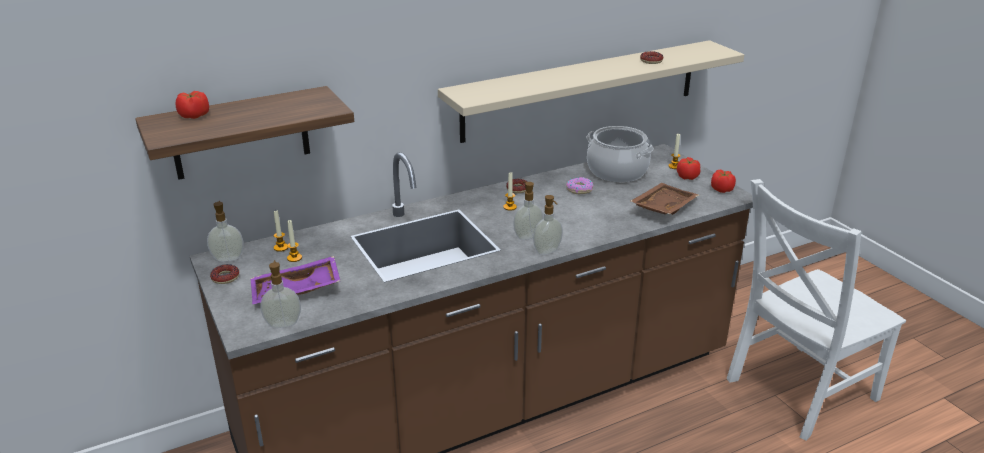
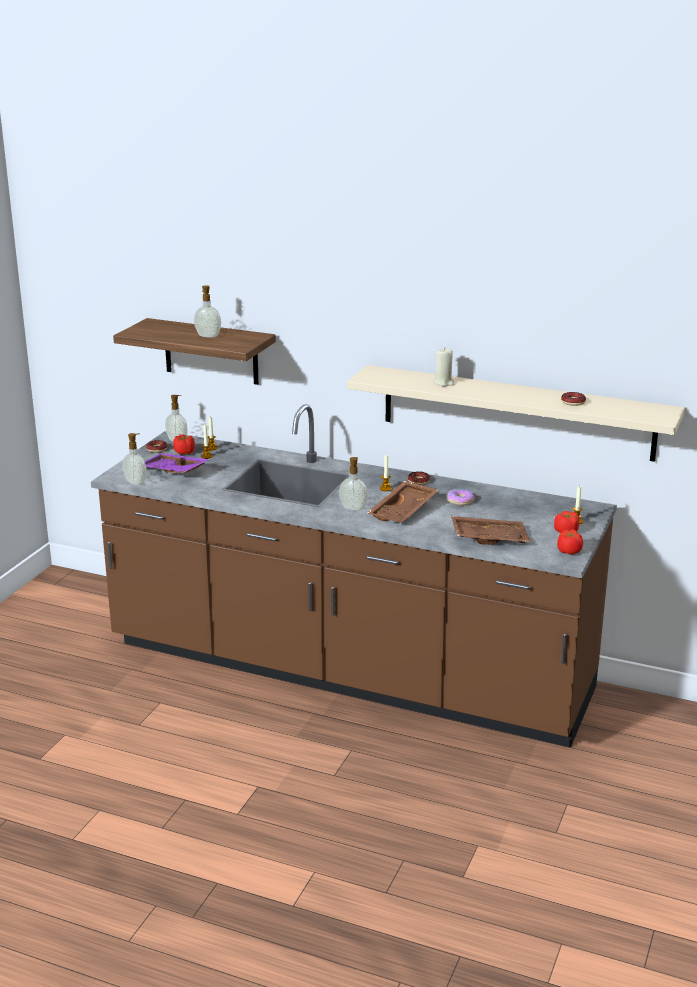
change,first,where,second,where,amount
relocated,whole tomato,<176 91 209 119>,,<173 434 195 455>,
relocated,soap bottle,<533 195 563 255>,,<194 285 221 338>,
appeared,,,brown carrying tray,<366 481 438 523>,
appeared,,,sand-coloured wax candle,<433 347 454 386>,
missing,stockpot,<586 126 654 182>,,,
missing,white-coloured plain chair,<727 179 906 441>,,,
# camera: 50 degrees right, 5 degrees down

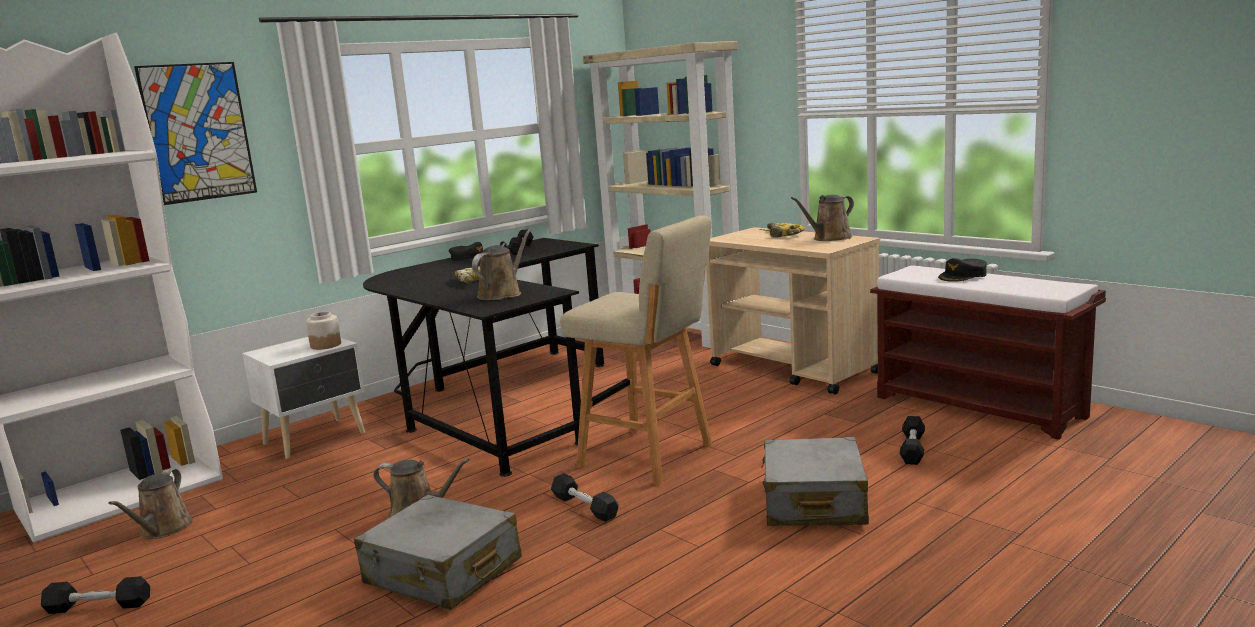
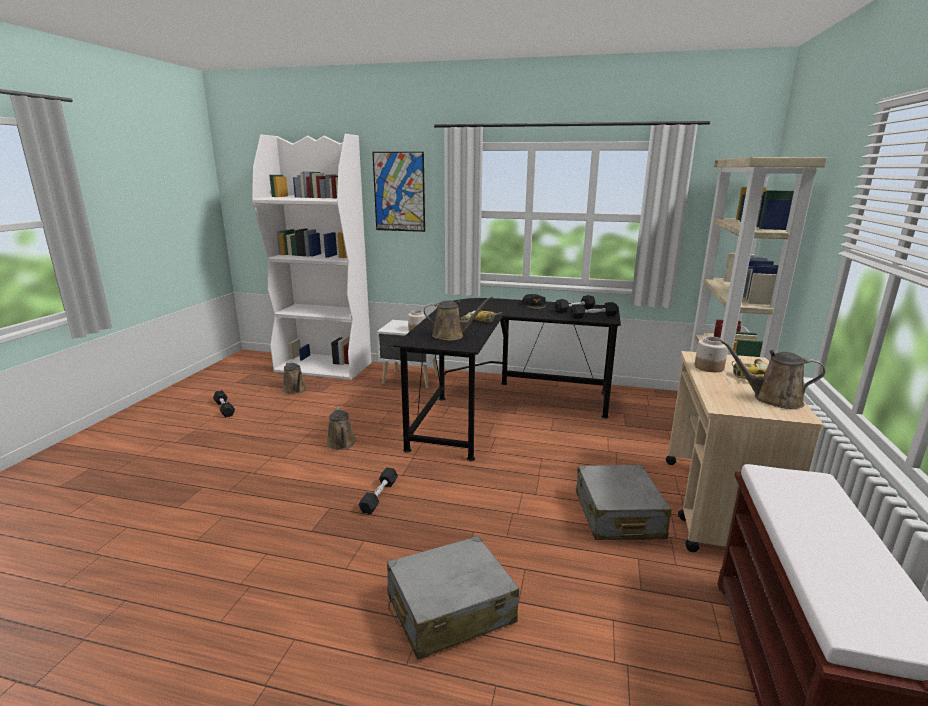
change,first,where,second,where,amount
spun,brown sprinkling can,<108 469 193 539>,,<282 362 307 394>,90 degrees counterclockwise
relocated,blackish free weight,<900 416 925 465>,,<570 302 618 319>,
relocated,greyish suitcase,<354 495 522 610>,,<576 464 672 540>,
appeared,,,storage jar,<695 336 728 372>,
missing,sand-coloured stool seat,<560 215 712 485>,,,
missing,blackish peaked cap,<938 258 987 282>,,,
# camera: 55 degrees right, 5 degrees up

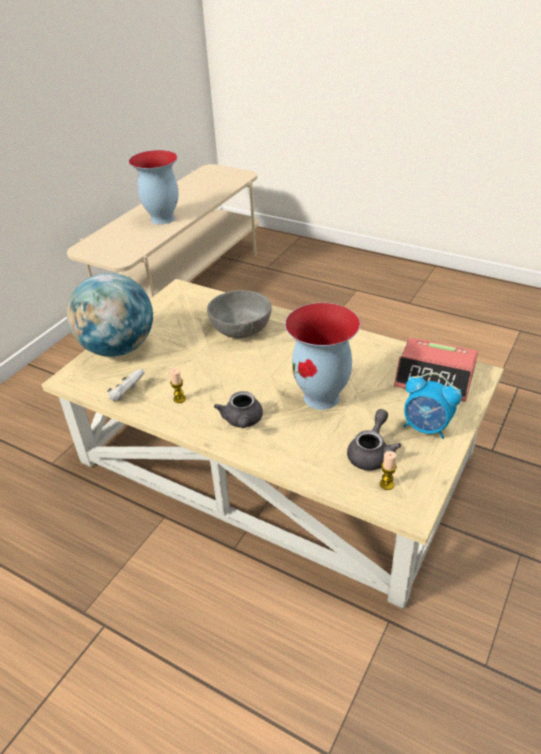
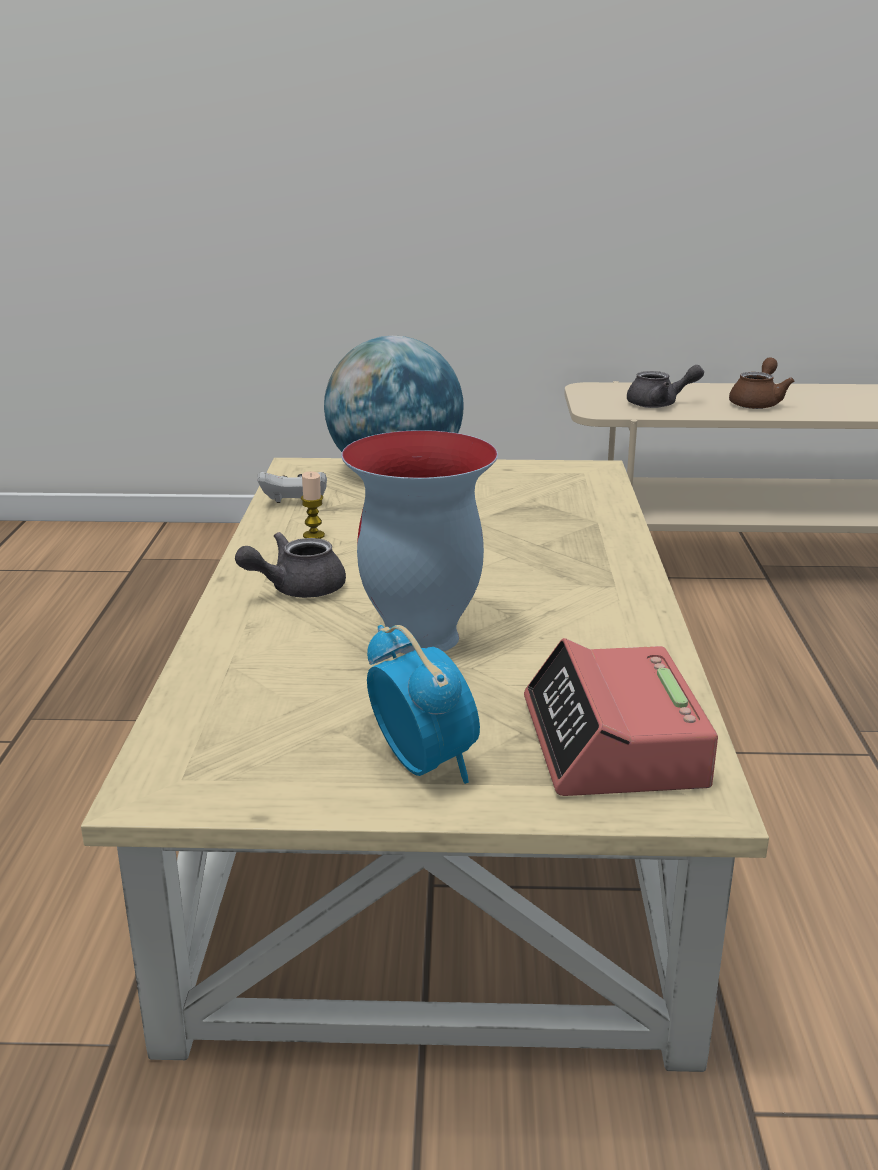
change,first,where,second,where,amount
spun,table clock,<403 373 462 439>,,<367 625 480 784>,150 degrees clockwise
relocated,greyish teapot,<347 409 401 471>,,<627 365 704 408>,
exchanged,decorative vase,<129 150 179 224>,brown teapot,<729 357 795 409>,
missing,greyish deep dish,<207 290 271 338>,,,
missing,wax candle,<380 451 397 490>,,,
# camera: 60 degrees right, 15 degrees down

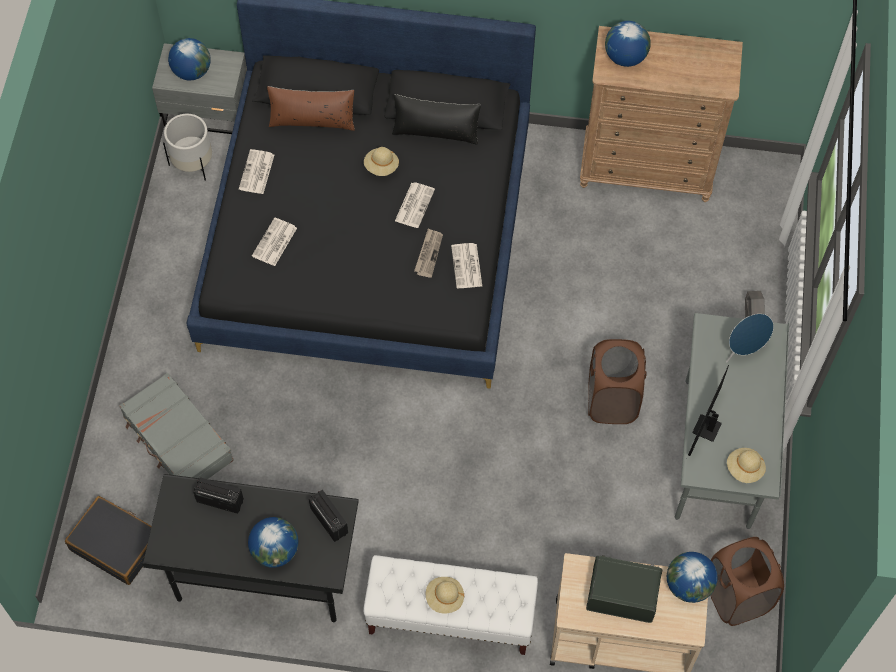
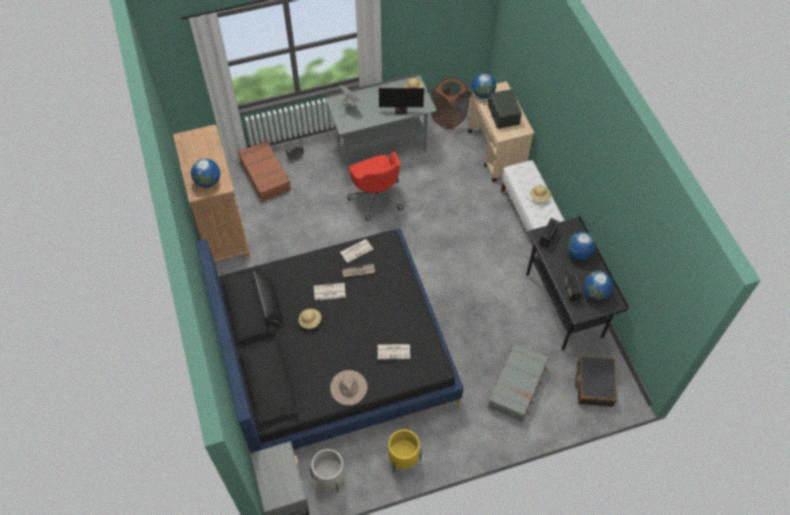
change,first,where,second,where,amount
appeared,,,brown suitcase,<238 140 291 202>,
exchanged,daily paper,<239 149 274 194>,sand-coloured clothing hat,<330 370 367 405>,
exchanged,brown hamper,<588 339 647 424>,red-coloured office chair,<347 152 403 221>,
appeared,,,yellowish planter,<388 429 422 472>,
relocated,globe,<168 38 211 80>,,<583 271 613 300>,
missing,brown throw pillow,<267 86 355 131>,,,
# camera: 115 degrees left, 5 degrees down

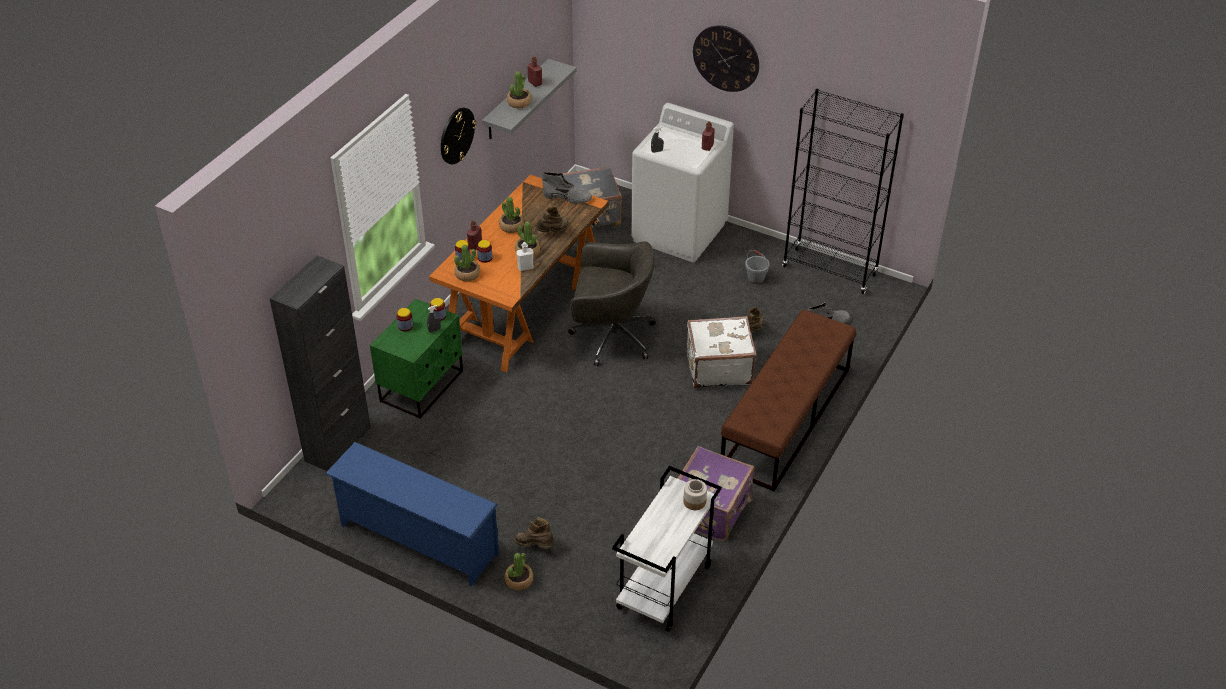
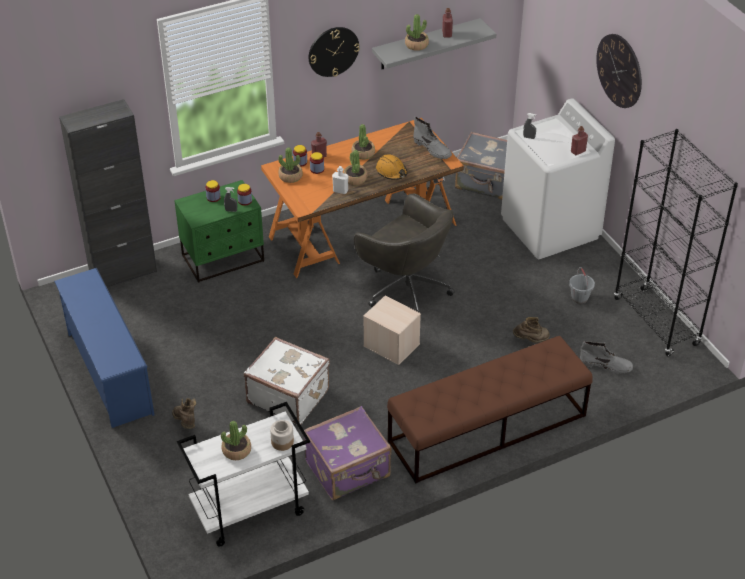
change,first,where,second,where,amount
relocated,plant in a pot,<505 553 533 590>,,<221 421 251 460>,
relocated,white-coloured suitcase,<687 316 757 388>,,<244 337 330 425>,
appeared,,,sand-coloured storage bin,<363 295 421 365>,
exchanged,brown tall boot,<535 206 569 233>,orange work helmet,<376 154 408 180>,
# camera: 35 degrees right, 0 degrees up

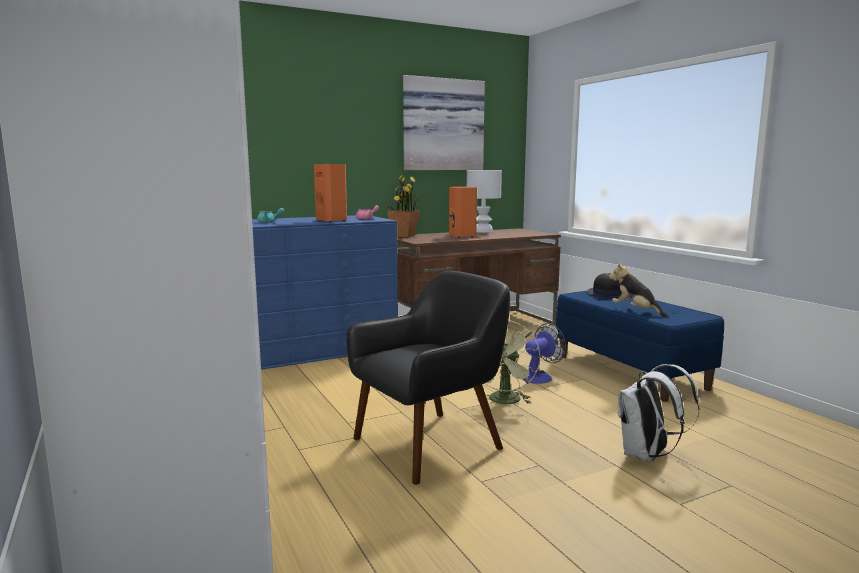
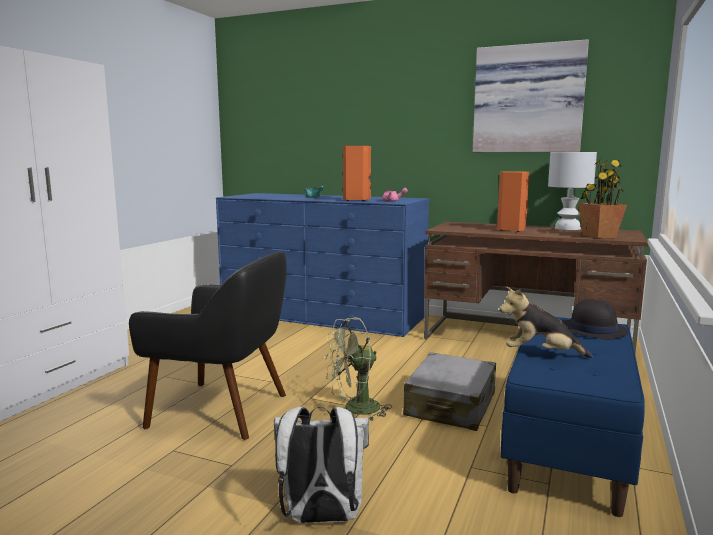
change,first,where,second,where,amount
exchanged,fan,<522 323 566 384>,greyish suitcase,<403 352 496 431>,
spun,cuddly toy,<609 262 668 318>,,<499 286 593 358>,90 degrees counterclockwise
relocated,plant in a pot,<387 175 420 238>,,<578 157 627 239>,
# camera: 50 degrees right, 0 degrees up

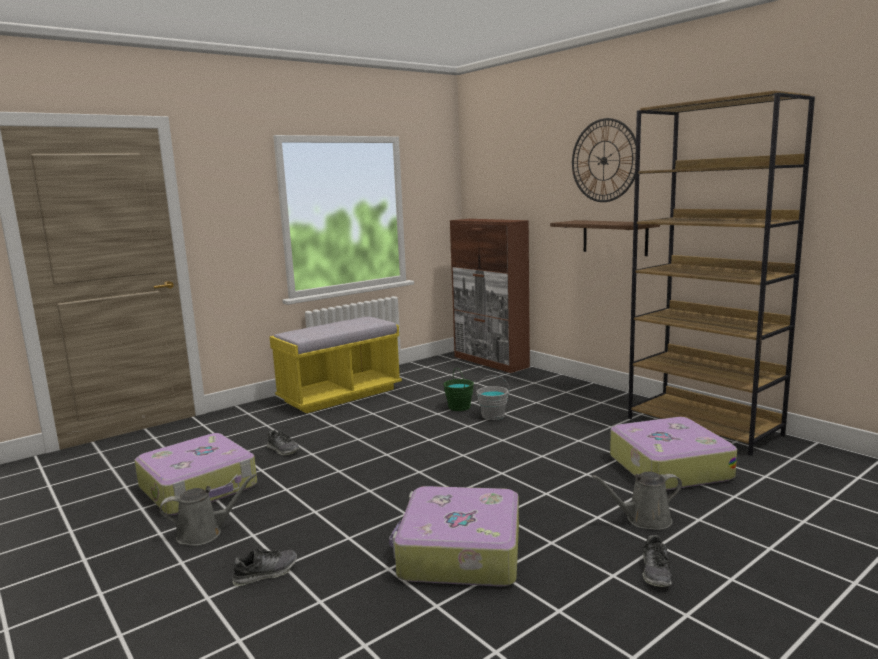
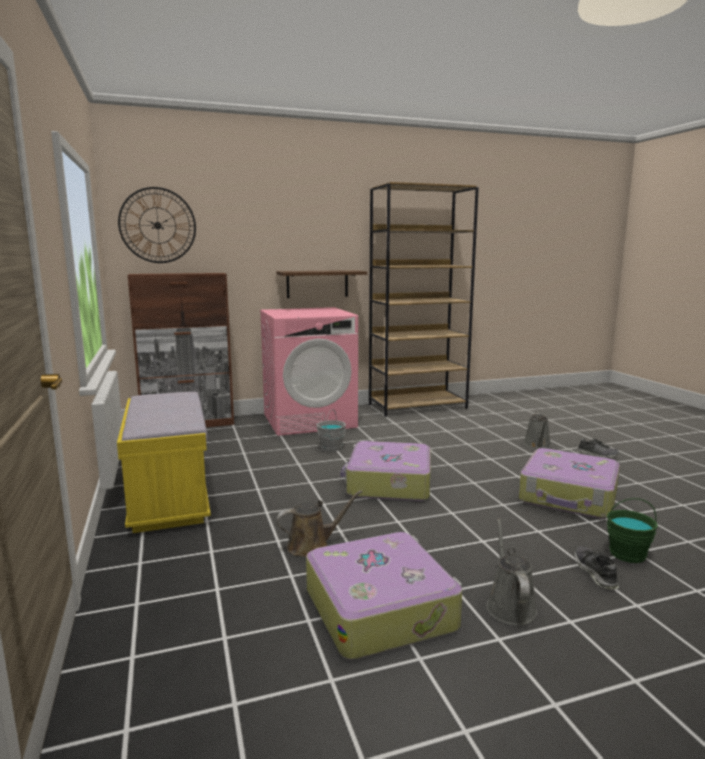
change,first,where,second,where,amount
relocated,clock on the wall,<572 118 636 202>,,<118 187 196 263>,
appeared,,,pinkish laundry machine,<260 307 358 436>,
exchanged,item of footwear,<267 430 299 455>,brown sprinkling can,<276 490 362 557>,
relocated,suitcase,<610 417 737 490>,,<340 441 430 501>,
relocated,green bucket,<443 368 474 411>,,<607 498 658 563>,
# camera: 70 degrees left, 0 degrees up

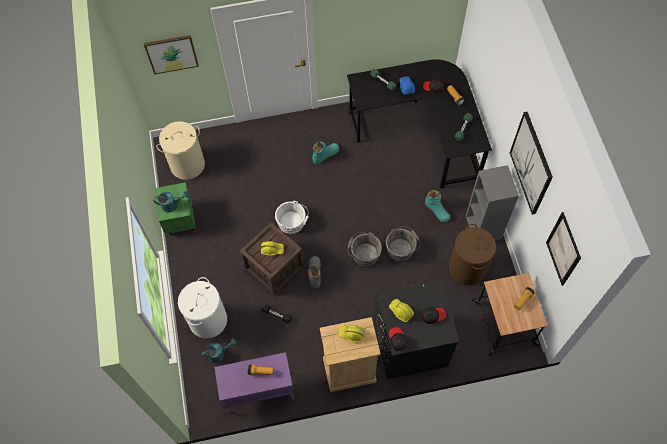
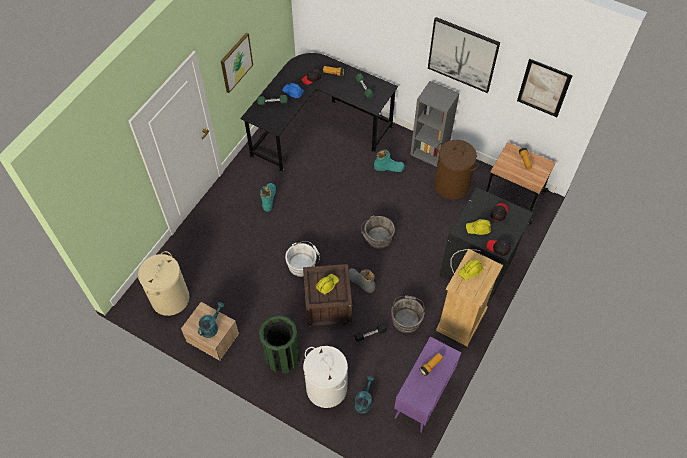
change,first,where,second,where,amount
colour,green nightstand,<155 182 196 236>,sand-coloured nightstand,<181 302 239 361>,
relocated,wall art,<144 35 199 75>,,<221 32 253 93>,
appeared,,,green trash can,<259 315 299 374>,
relocated,greyish bucket,<386 226 420 262>,,<391 295 425 333>,
# camera: 50 degrees left, 5 degrees down

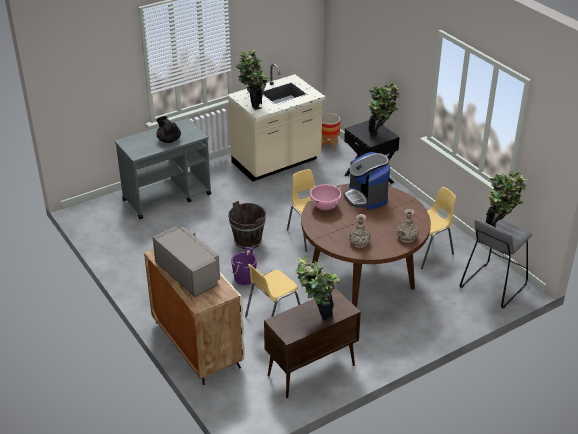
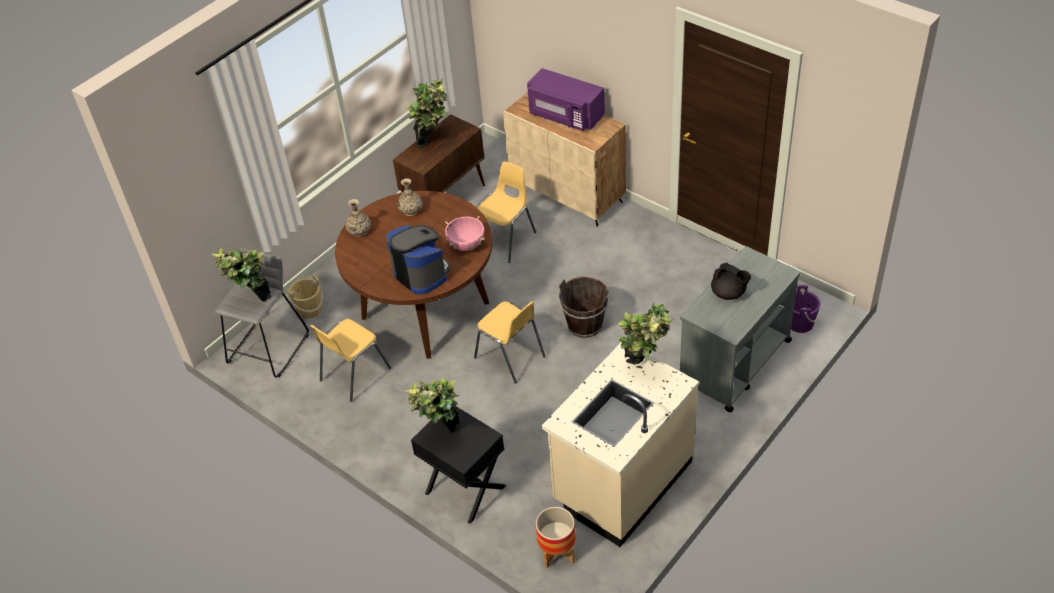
change,first,where,second,where,amount
appeared,,,sand-coloured bucket,<286 275 323 319>,
colour,greyish kitchen microwave,<152 226 220 297>,purplish kitchen microwave,<527 68 605 131>,
relocated,purplish bucket,<231 247 257 285>,,<791 285 820 333>,
# camera: 165 degrees right, 10 degrees up

